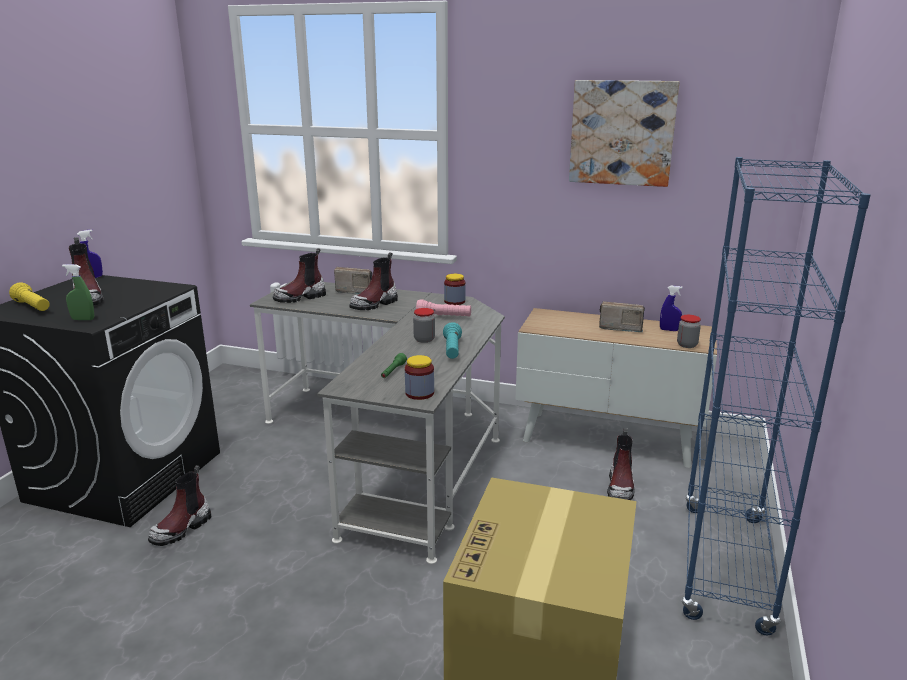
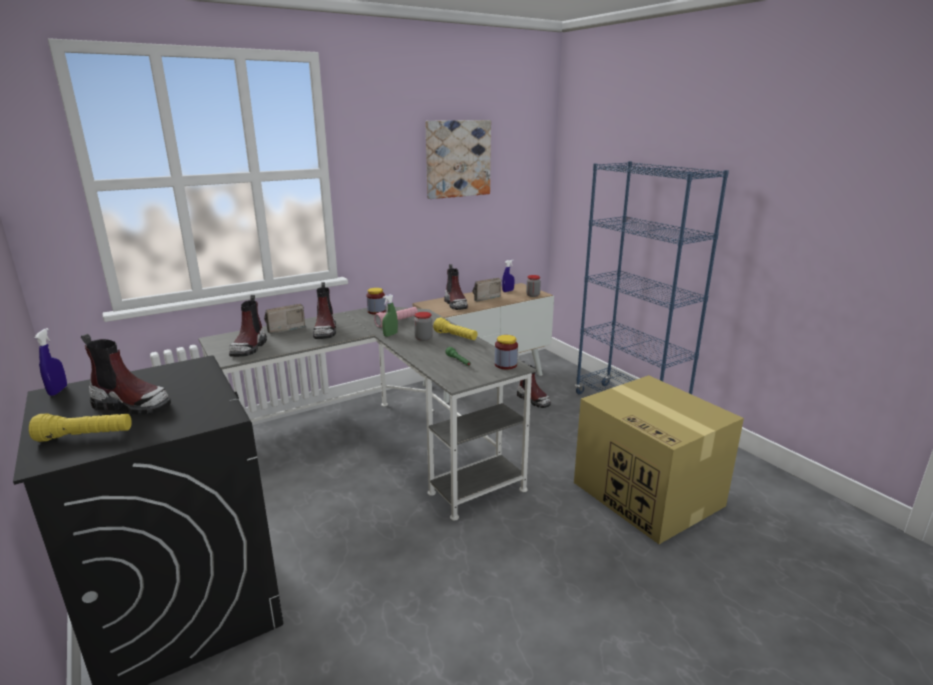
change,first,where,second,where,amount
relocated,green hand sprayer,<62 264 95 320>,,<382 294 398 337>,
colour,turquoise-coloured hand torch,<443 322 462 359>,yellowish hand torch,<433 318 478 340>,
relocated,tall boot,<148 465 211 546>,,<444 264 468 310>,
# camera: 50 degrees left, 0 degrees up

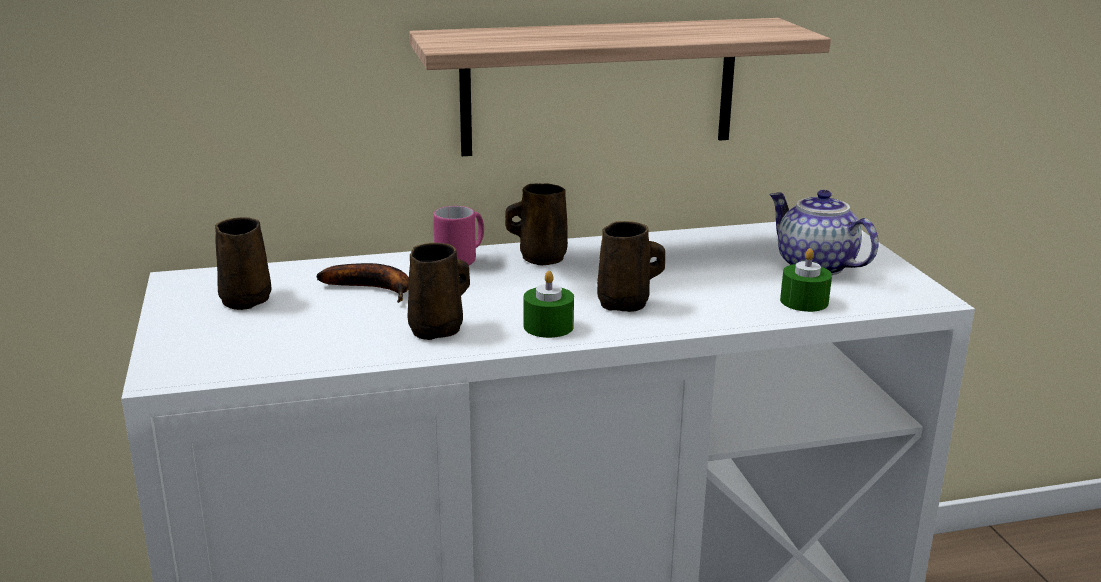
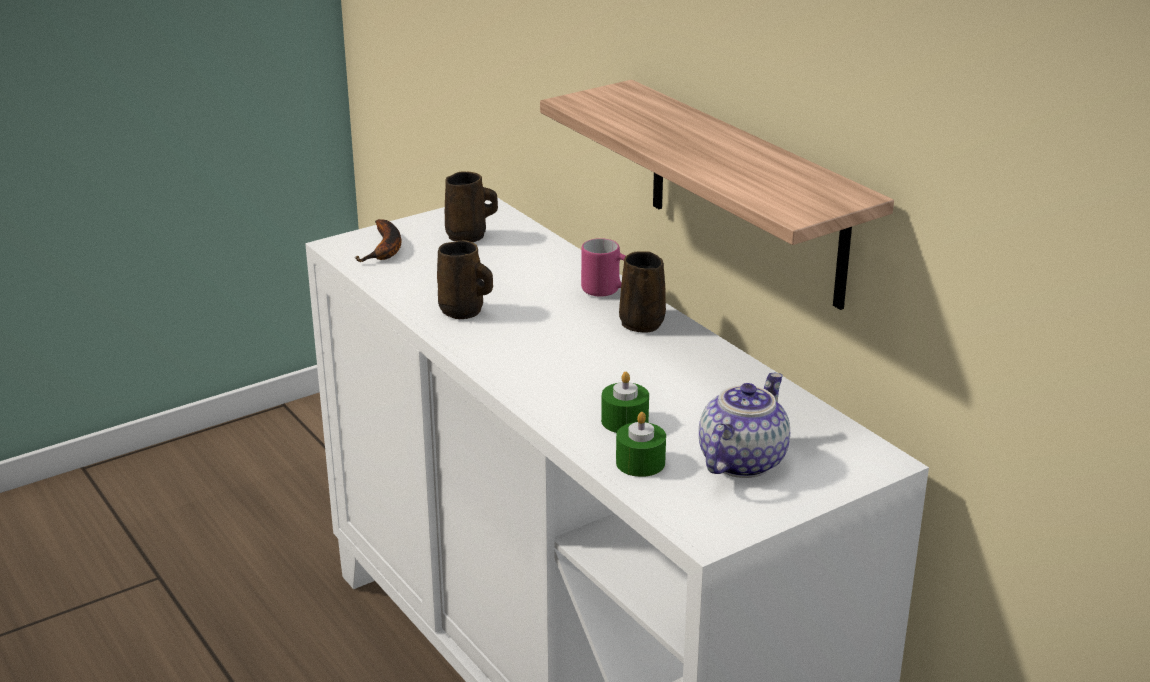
change,first,where,second,where,amount
relocated,banana,<316 263 409 303>,,<355 219 402 262>,
relocated,green wax candle,<524 271 574 338>,,<601 372 649 433>,
missing,brown mug,<597 221 665 312>,,,
# camera: 70 degrees right, 5 degrees up

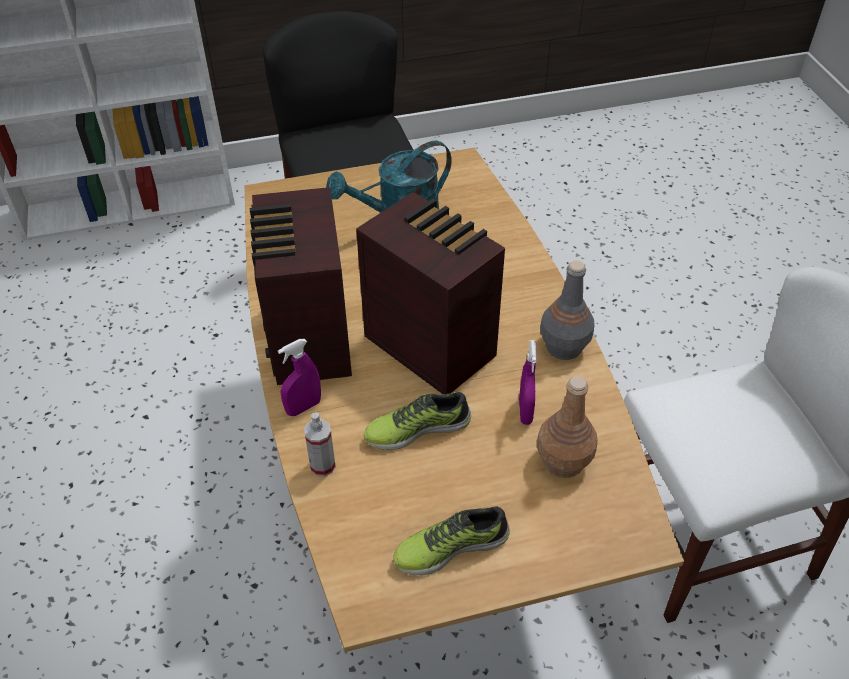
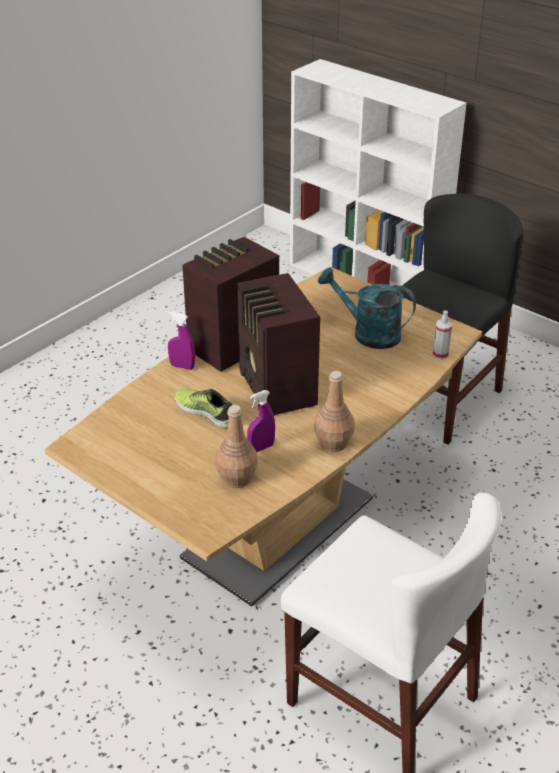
change,first,where,second,where,amount
spun,radio set,<356 192 505 394>,,<237 273 320 416>,150 degrees clockwise
colour,greyish drink bottle,<540 260 595 360>,brown drink bottle,<314 371 354 452>,
relocated,hand sprayer,<304 413 336 477>,,<433 310 452 359>,
missing,item of footwear,<393 507 510 575>,,,
# camera: 55 degrees right, 10 degrees down

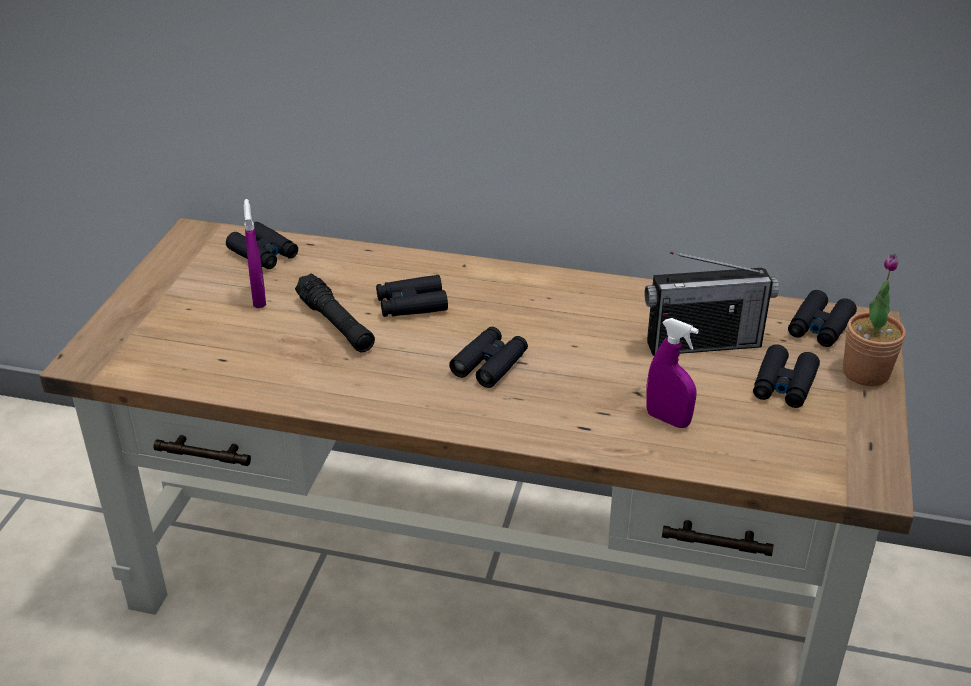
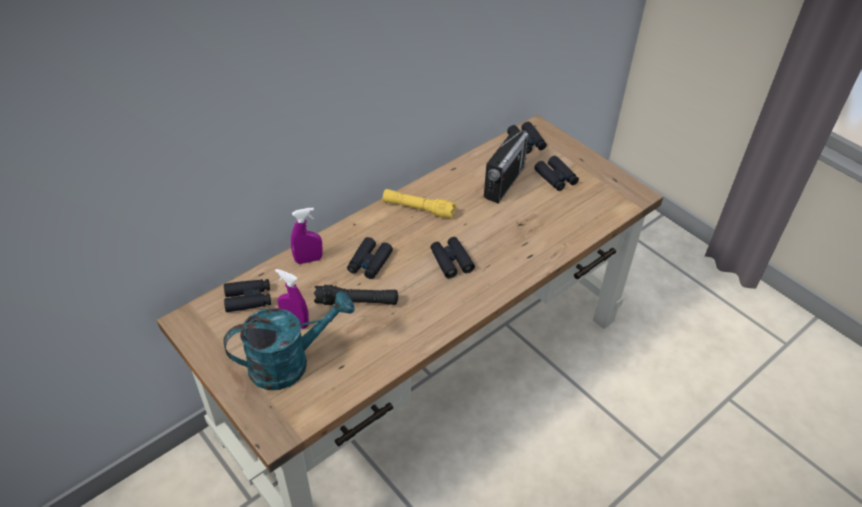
change,first,where,second,where,amount
appeared,,,turquoise-coloured sprinkling can,<223 291 355 390>,
relocated,purplish hand sprayer,<646 318 699 428>,,<291 208 323 264>,
appeared,,,yellowish hand torch,<383 189 456 219>,
missing,plant in a pot,<843 254 906 386>,,,
# camera: 55 degrees left, 10 degrees up

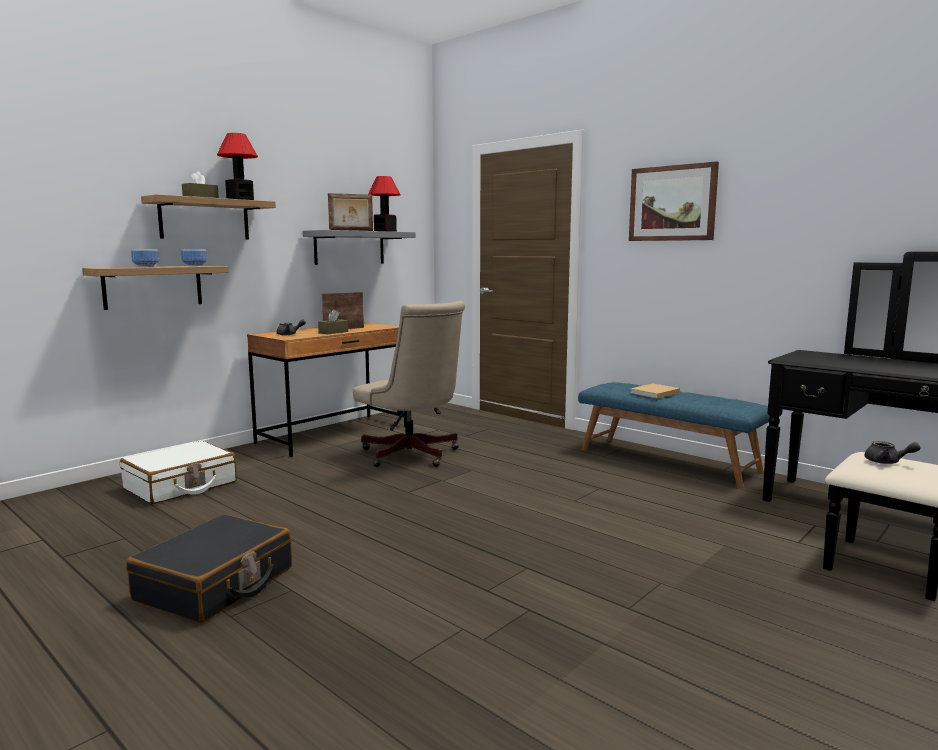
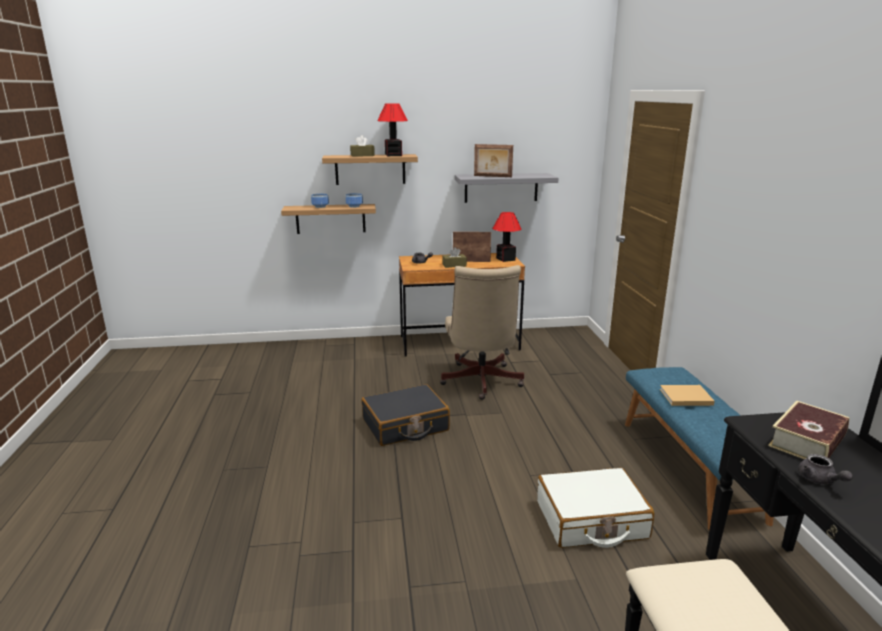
change,first,where,second,where,amount
relocated,blackish suitcase,<126 514 292 623>,,<362 384 450 446>,
relocated,lamp for a table,<368 176 401 232>,,<492 212 521 262>,
relocated,white-coloured suitcase,<120 441 237 504>,,<537 468 654 548>,
appeared,,,bound book,<768 401 850 459>,
relocated,greyish teapot,<865 441 921 464>,,<798 454 853 484>,
missing,wall art,<629 161 719 241>,,,
# camera: 40 degrees right, 10 degrees up

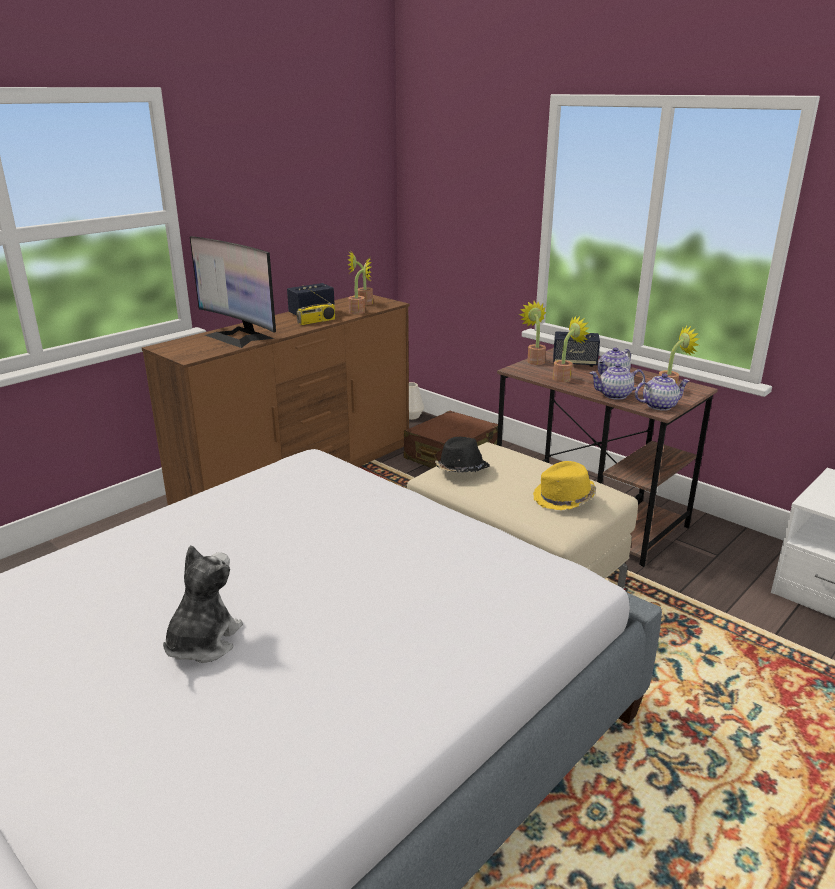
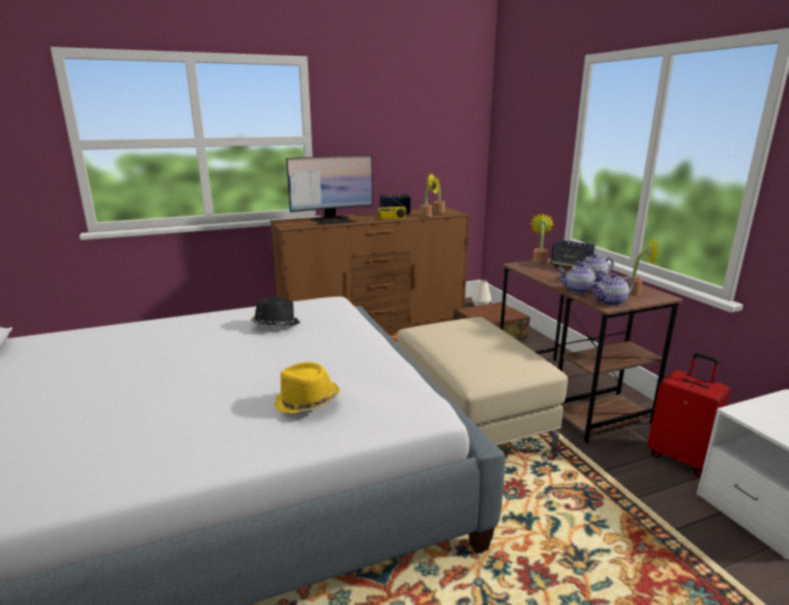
change,first,where,second,where,amount
relocated,blackish clothing hat,<435 437 490 473>,,<251 297 300 326>,
relocated,yellowish clothing hat,<533 461 596 510>,,<274 362 339 414>,
spun,computer screen,<190 236 276 348>,,<286 155 373 225>,90 degrees counterclockwise
spun,teapot,<635 374 690 411>,,<592 273 634 306>,150 degrees clockwise
appeared,,,red-coloured suitcase,<648 353 731 477>,
missing,cuddly toy,<163 545 243 663>,,,
missing,plant in a pot,<552 316 590 382>,,,
# camera: 25 degrees right, 5 degrees down

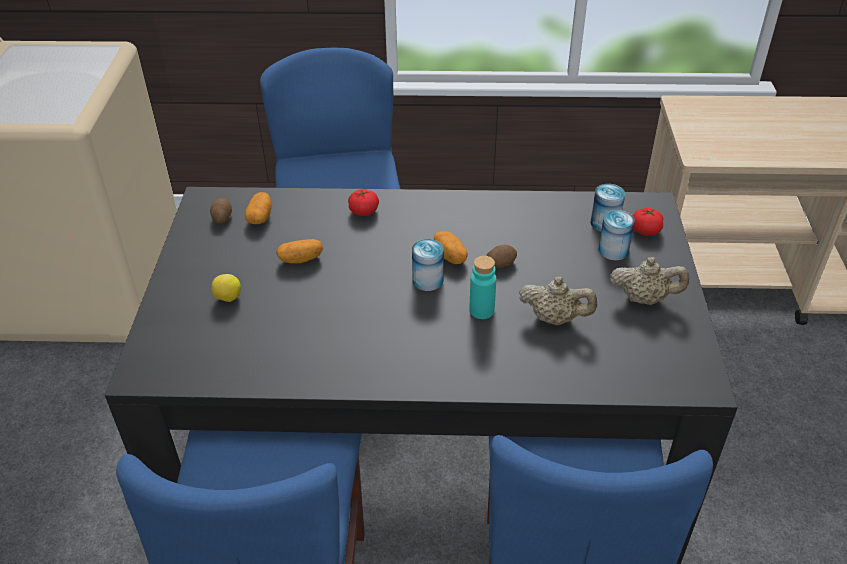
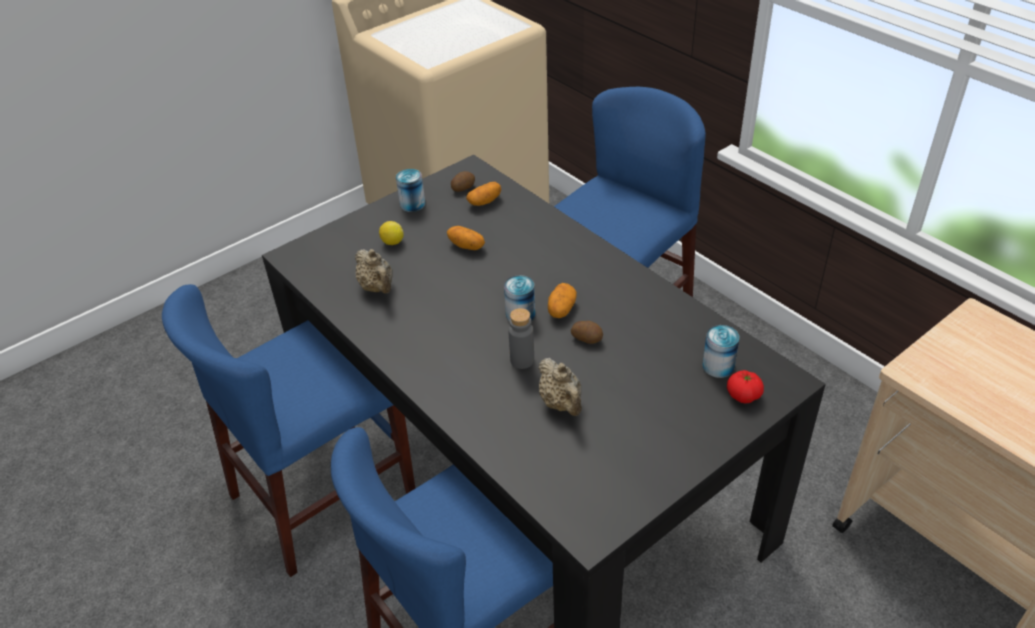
change,first,where,second,where,amount
relocated,sand-coloured teapot,<610 257 689 305>,,<355 249 393 293>,
relocated,metal can,<598 210 635 261>,,<396 169 425 212>,
colour,turquoise-coloured drink bottle,<469 256 496 319>,greyish drink bottle,<508 308 534 369>,
missing,whole tomato,<348 189 379 216>,,,
# camera: 50 degrees right, 0 degrees up

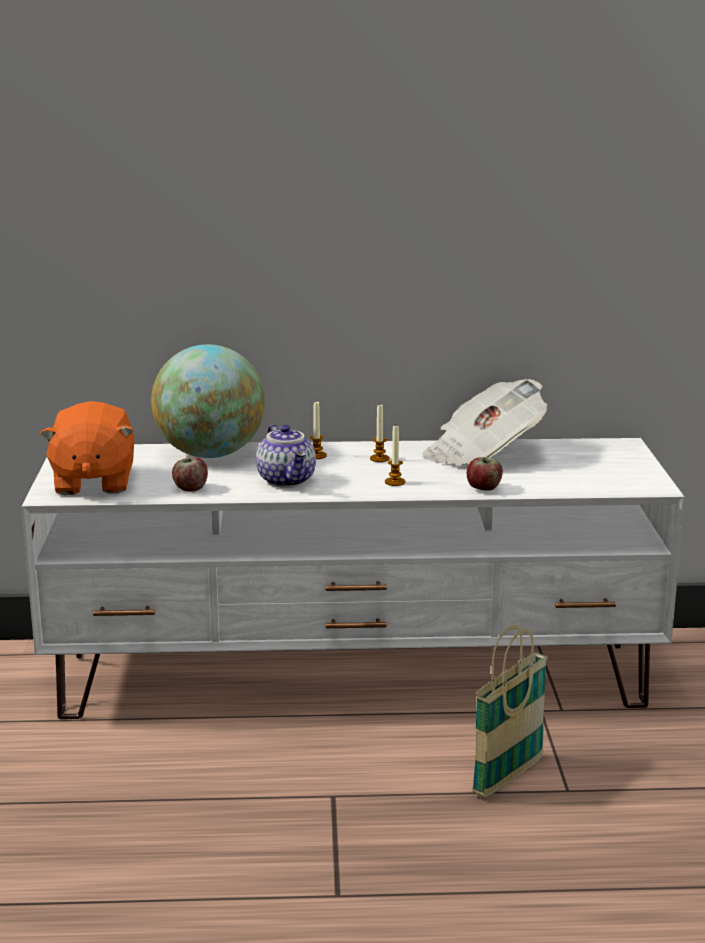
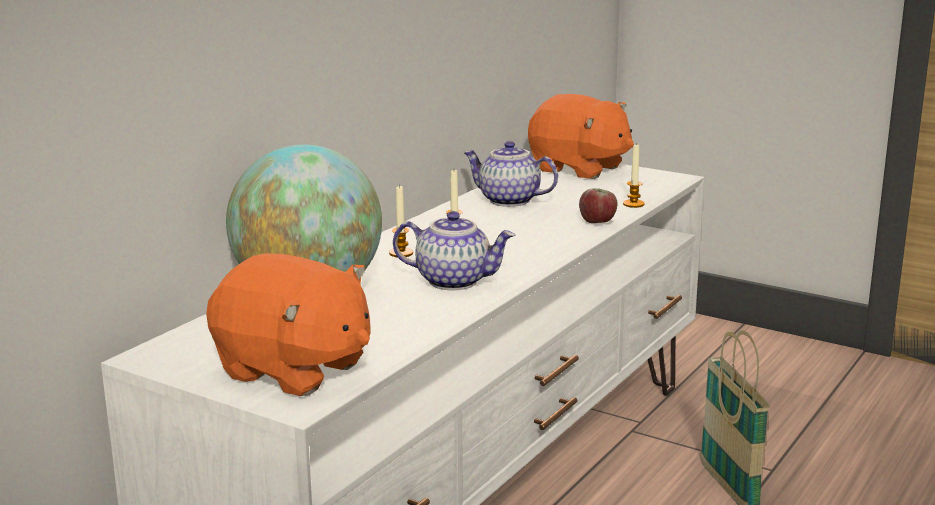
change,first,where,second,where,amount
exchanged,daily paper,<423 379 547 466>,teapot,<463 141 558 207>,
appeared,,,orange cuddly toy,<528 94 634 179>,
relocated,wax candle,<385 426 405 486>,,<623 142 645 208>,
missing,whole apple,<172 457 208 492>,,,
# camera: 55 degrees left, 0 degrees up

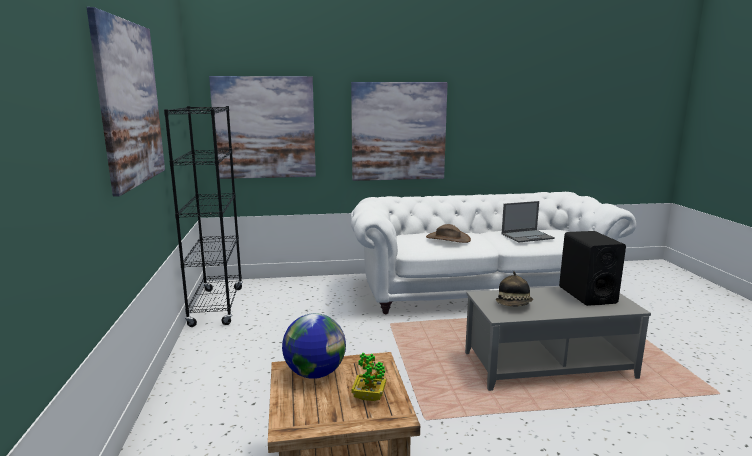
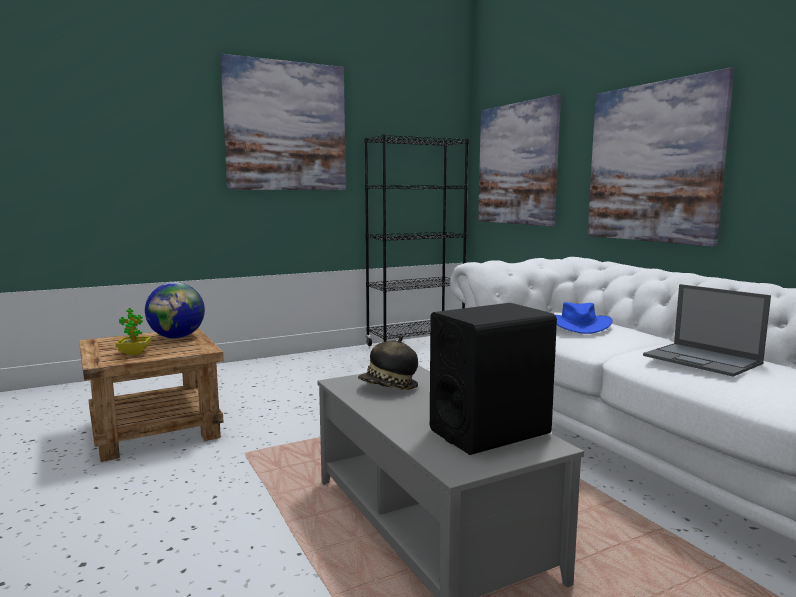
change,first,where,second,where,amount
colour,brown clothing hat,<426 224 471 243>,blue-coloured clothing hat,<555 302 613 334>,
# camera: 70 degrees right, 5 degrees down

